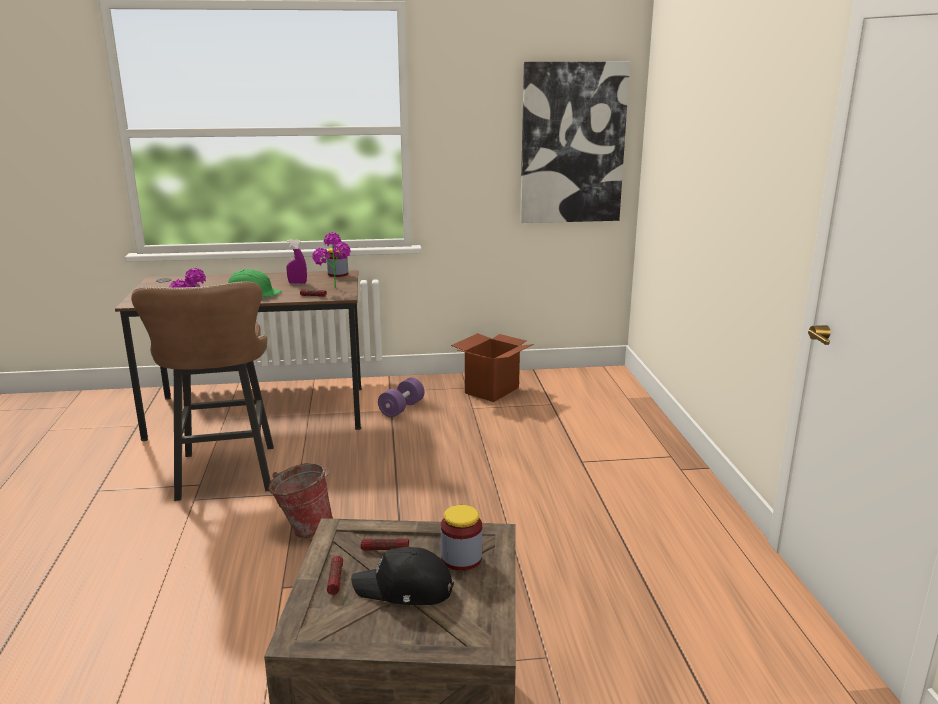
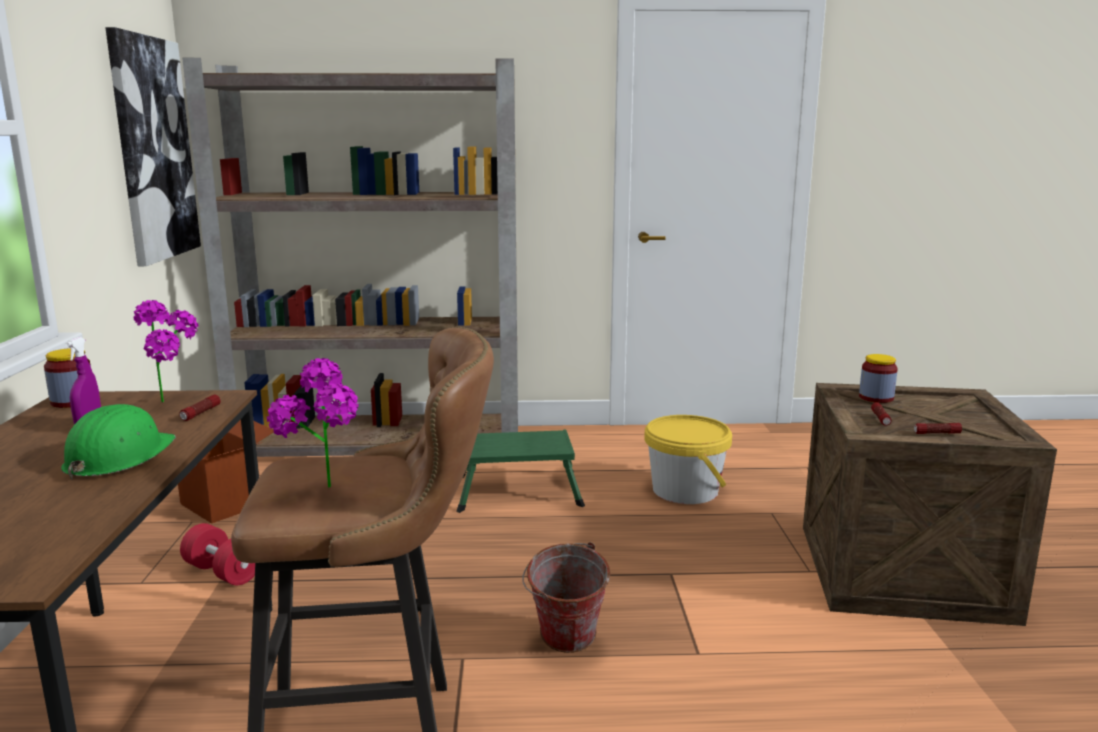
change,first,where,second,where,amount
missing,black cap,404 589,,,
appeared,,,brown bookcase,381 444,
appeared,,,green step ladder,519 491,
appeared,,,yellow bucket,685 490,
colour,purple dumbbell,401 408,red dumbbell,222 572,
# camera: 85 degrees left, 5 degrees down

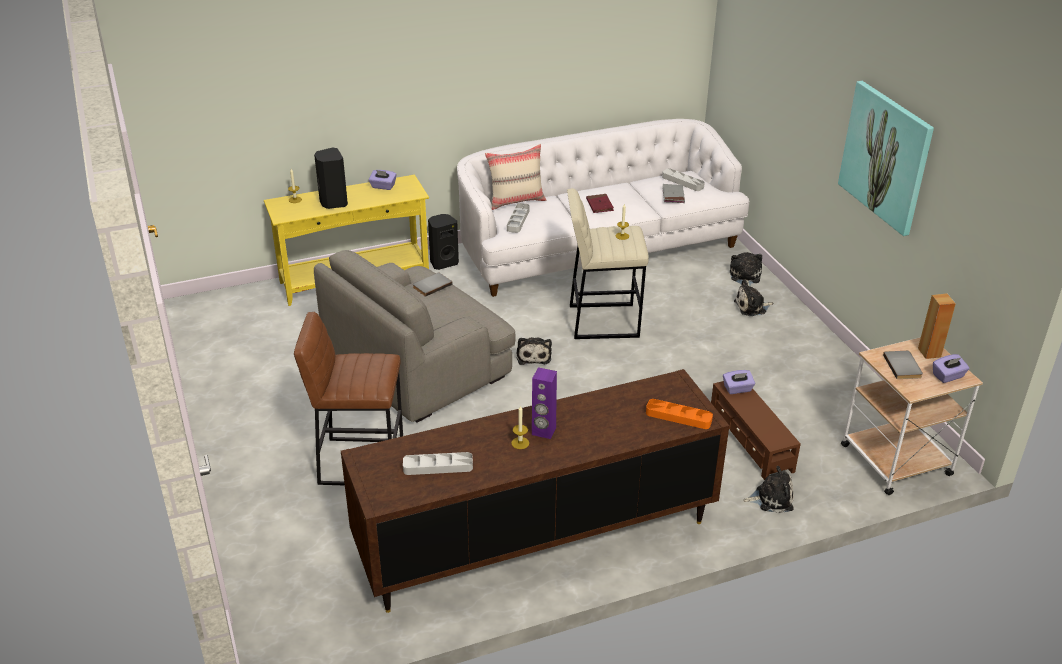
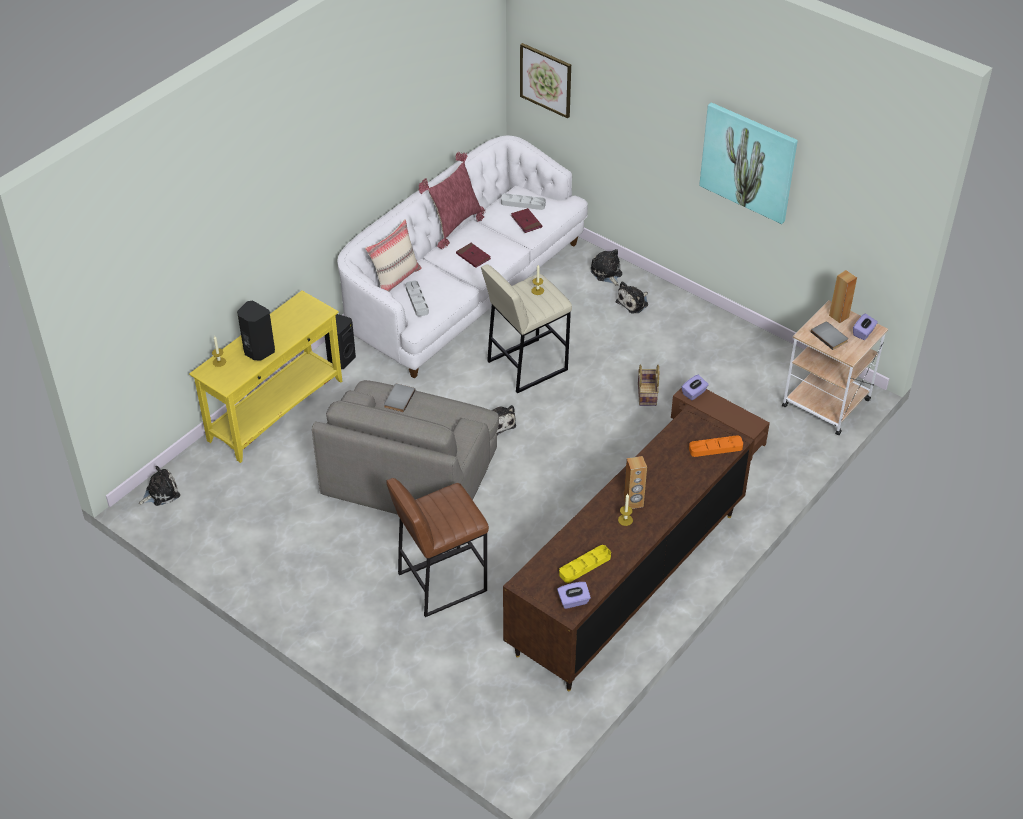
change,first,where,second,where,amount
appeared,,,red pillow,453 229,
appeared,,,picture,546 80,
appeared,,,basket,647 395,
relocated,purple tissue box,383 186,,573 601,
relocated,plush toy,771 498,,160 493,
colour,grey tray,438 466,yellow tray,585 566,
colour,purple speaker,543 431,brown speaker,633 503,
colour,grey book,673 195,red book,526 222,
# camera: 30 degrees left, 10 degrees up

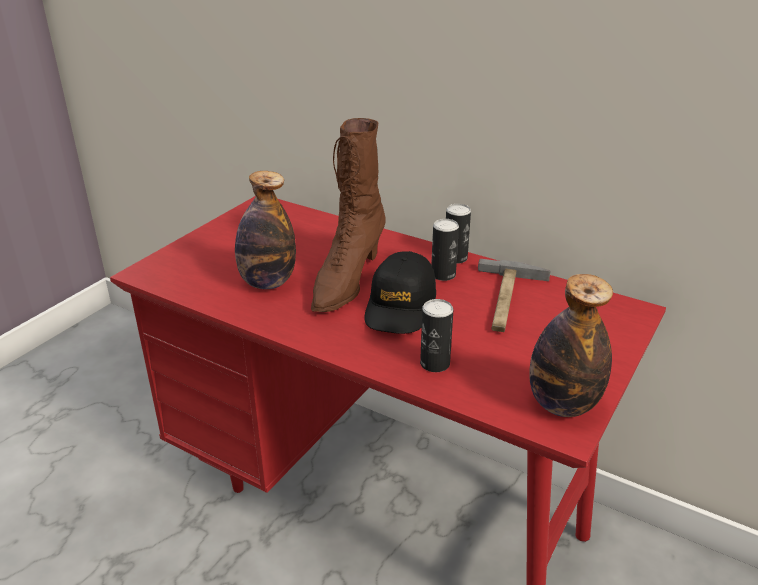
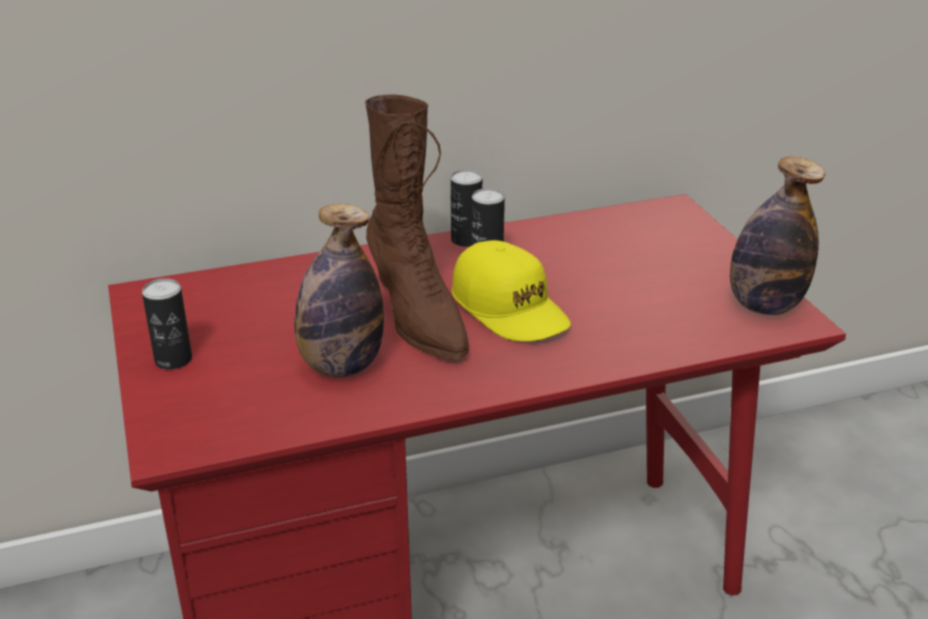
change,first,where,second,where,amount
missing,hammer,507 300,,,
relocated,can,435 364,,173 360,
colour,black cap,400 306,yellow cap,510 308,
# camera: 50 degrees left, 0 degrees up

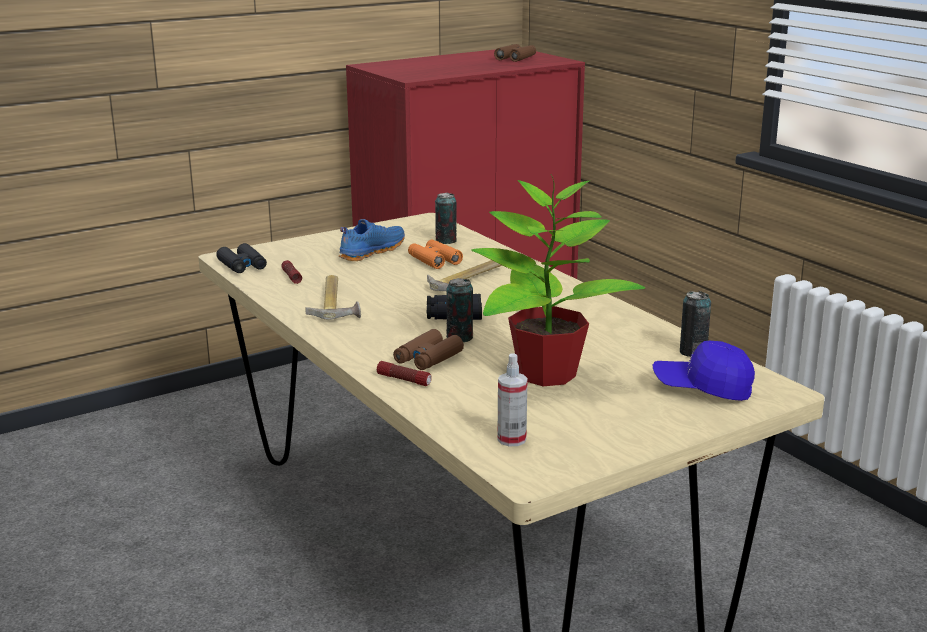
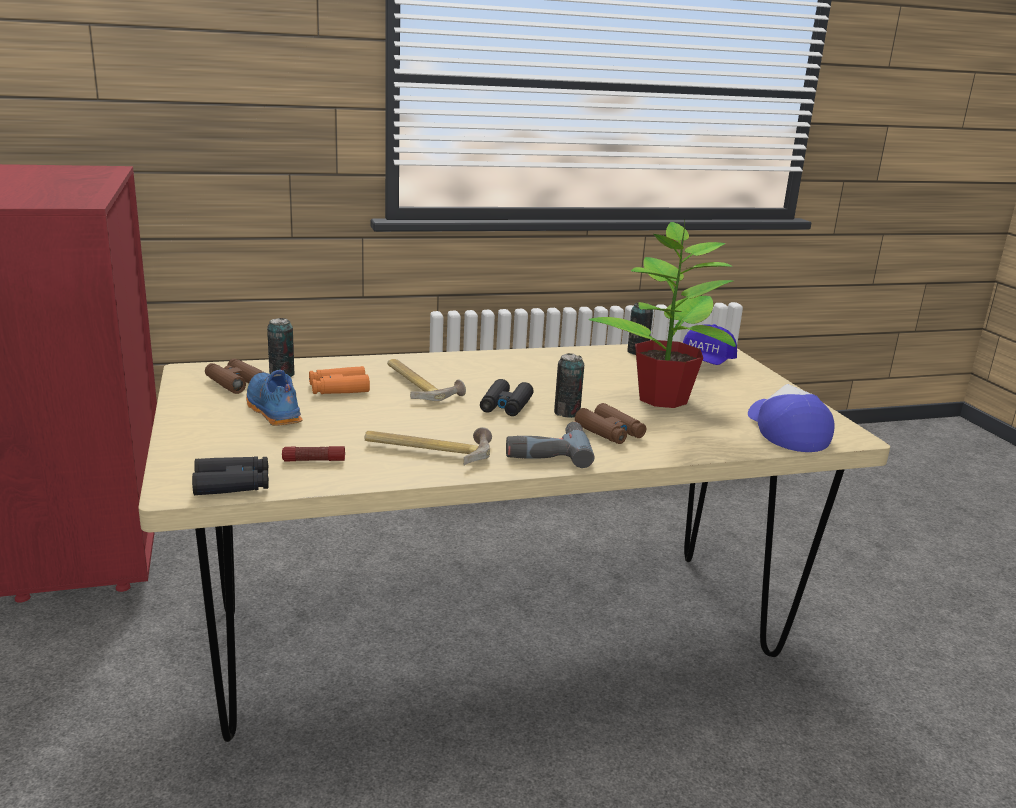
change,first,where,second,where,amount
missing,flashlight,404 380,,,
appeared,,,power drill,547 451,
relocated,brown binoculars,515 58,,236 383,
exchanged,spray bottle,511 439,cap,785 430,
# camera: 75 degrees left, 0 degrees up

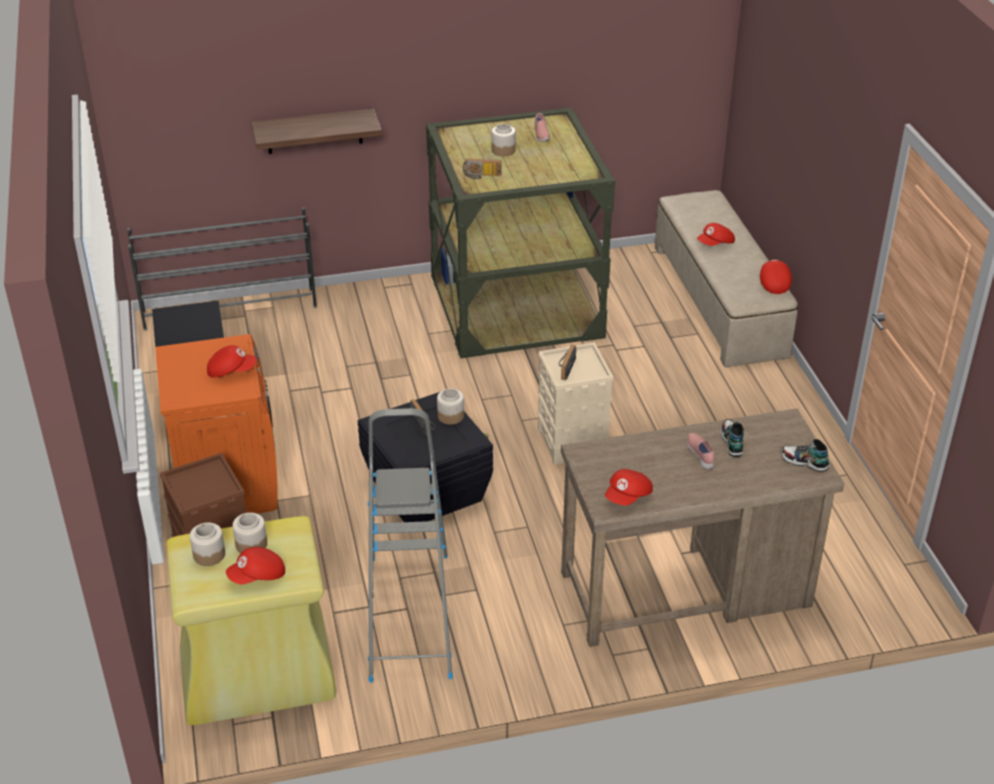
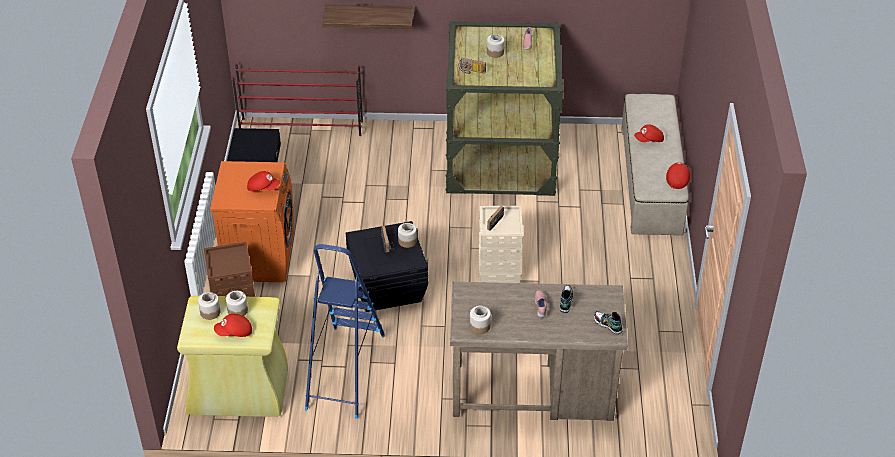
change,first,where,second,where,amount
exchanged,red cap,628 496,jar,480 326,
colour,grey shoe rack,230 309,red shoe rack,302 127,
colour,grey step ladder,409 614,blue step ladder,345 370,
# camera: 15 degrees right, 5 degrees up

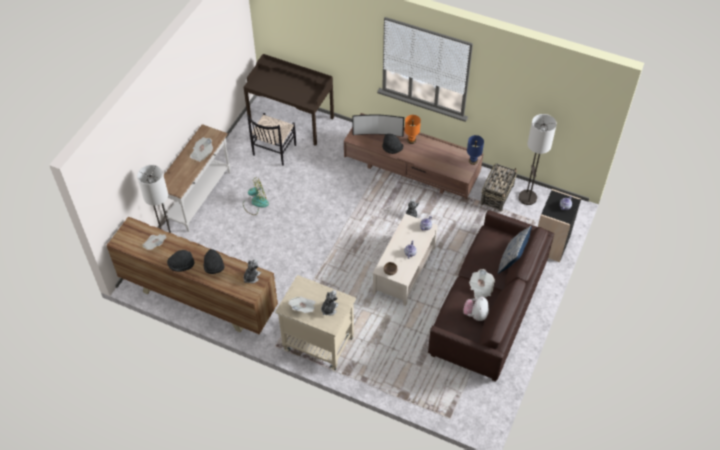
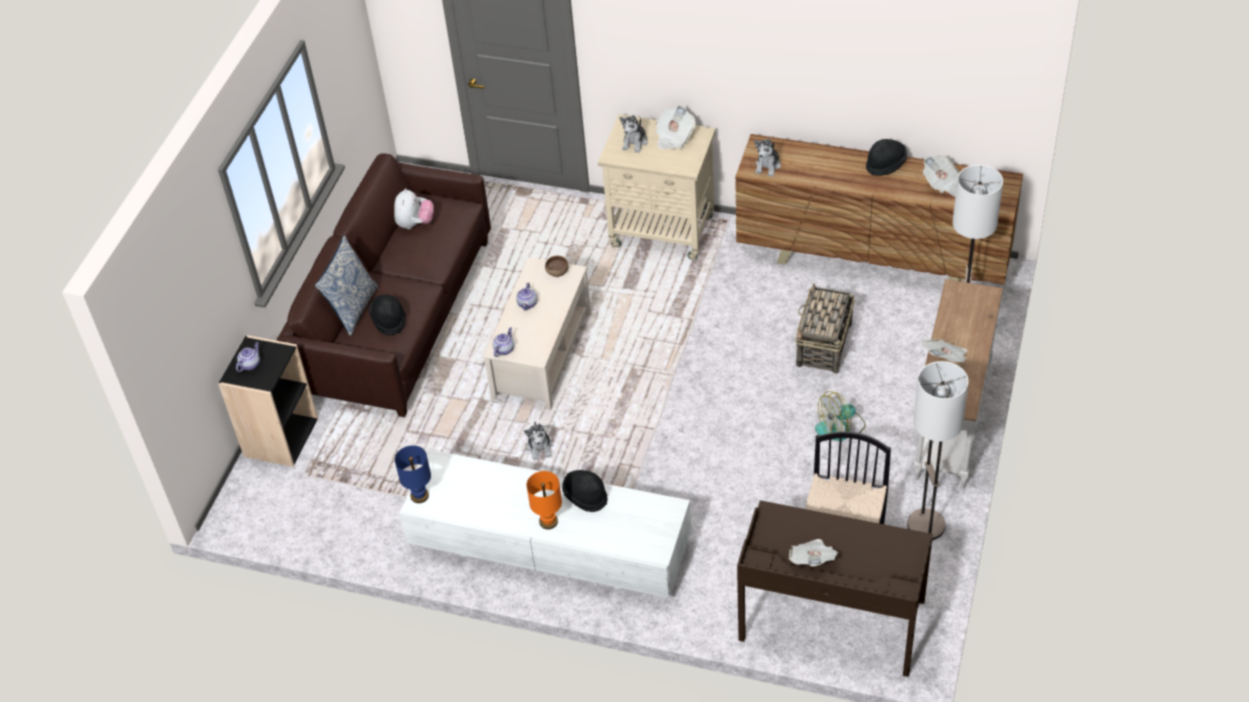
change,first,where,second,where,amount
missing,television,378 134,,,
relocated,black hat,214 267,,389 320,
relocated,newspaper,480 288,,812 560,
relocated,basket,497 194,,823 345,
relocated,floor lamp,527 197,,925 525,
colour,brown tv stand,412 167,white tv stand,549 546,
# camera: 175 degrees right, 5 degrees down

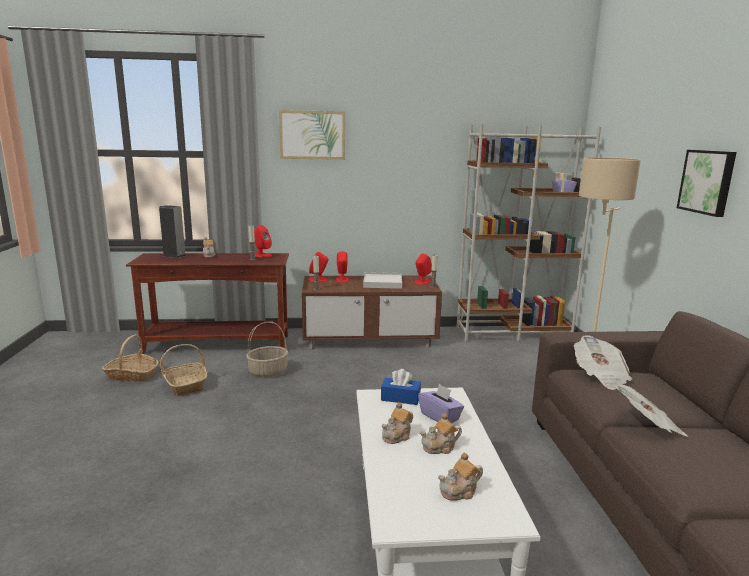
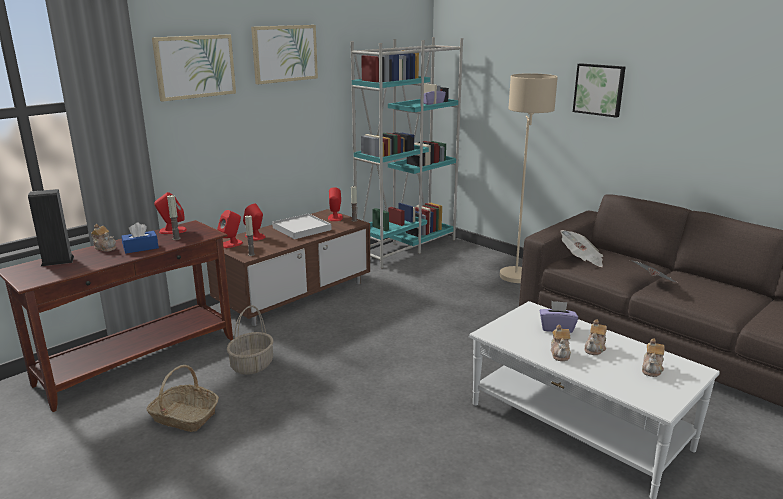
change,first,where,second,where,amount
missing,basket,132 375,,,
appeared,,,picture,284 53,
relocated,blue tissue box,400 398,,141 248,
colour,brown bookcase,513 334,turquoise bookcase,407 248,
# camera: 40 degrees left, 5 degrees up

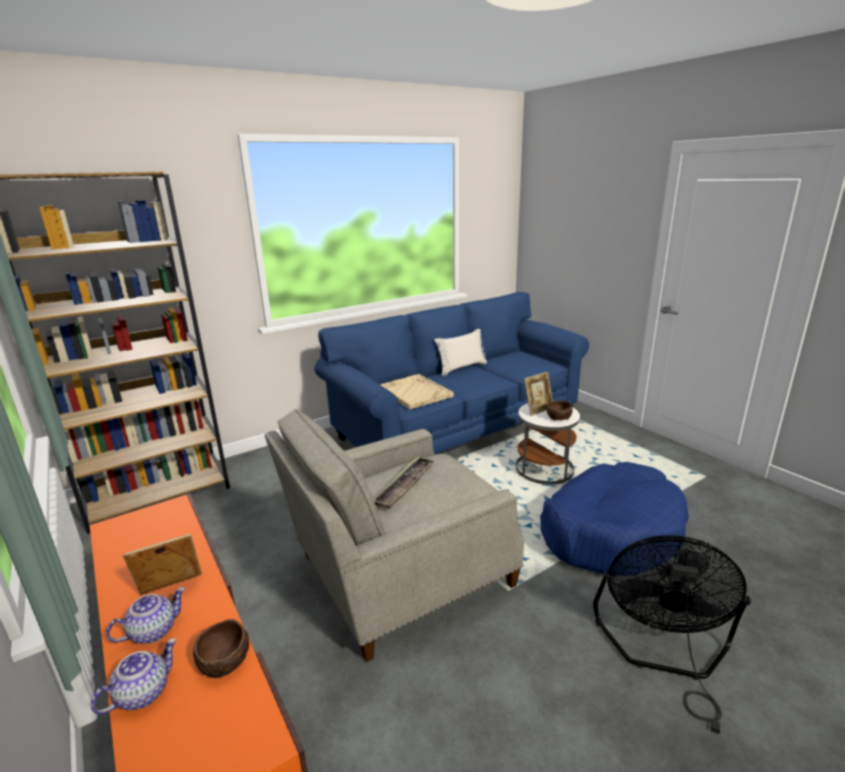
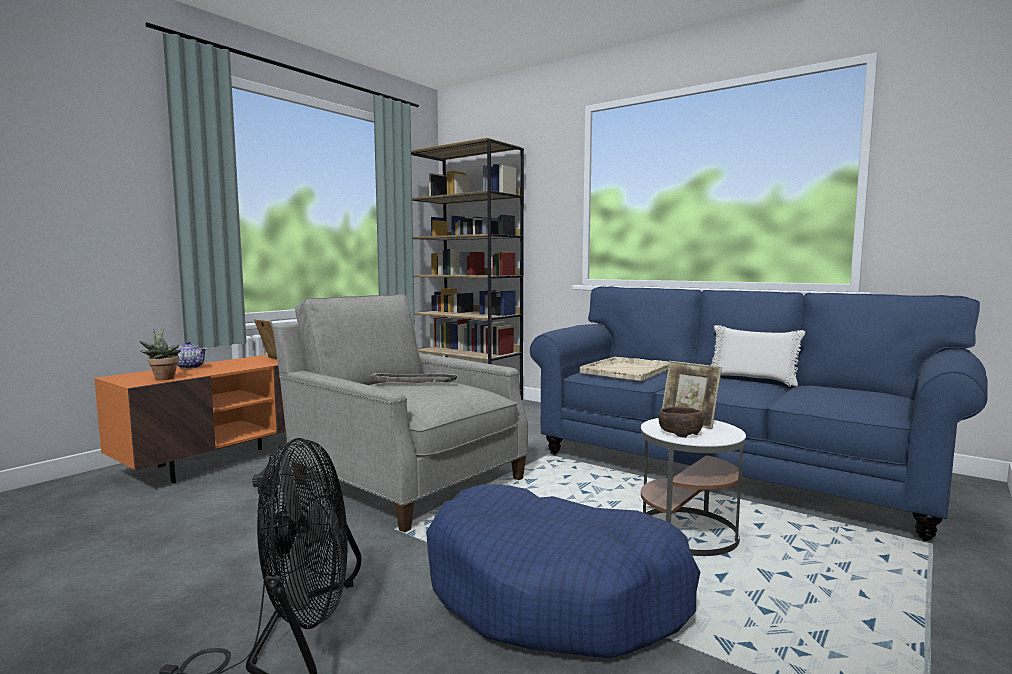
change,first,where,second,where,amount
missing,teapot,152 631,,,
missing,brown bowl,224 662,,,
appeared,,,potted plant,163 378,
# camera: 70 degrees right, 15 degrees down

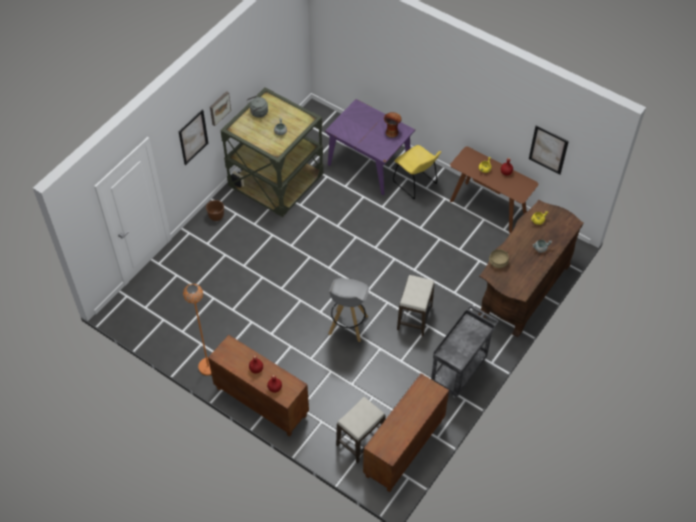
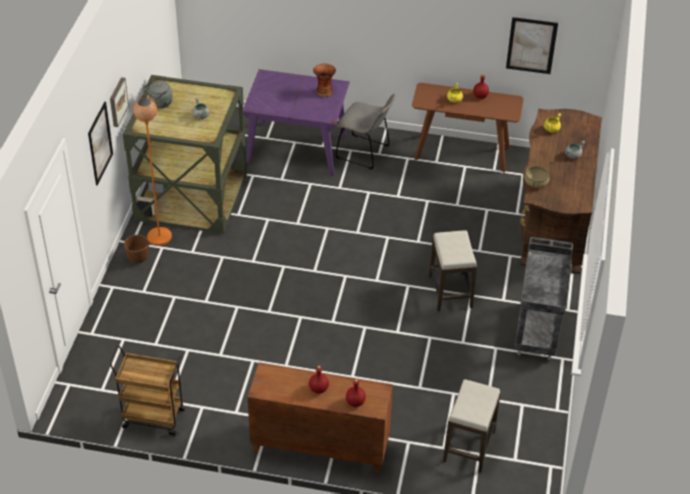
change,first,where,second,where,amount
missing,grey stool,347 326,,,
missing,brown cabinet,404 449,,,
appeared,,,brown cart,153 419,
relocated,orange floor lamp,208 367,,159 237,
colour,yellow chair,416 184,grey chair,365 153,
# camera: 25 degrees left, 10 degrees down

